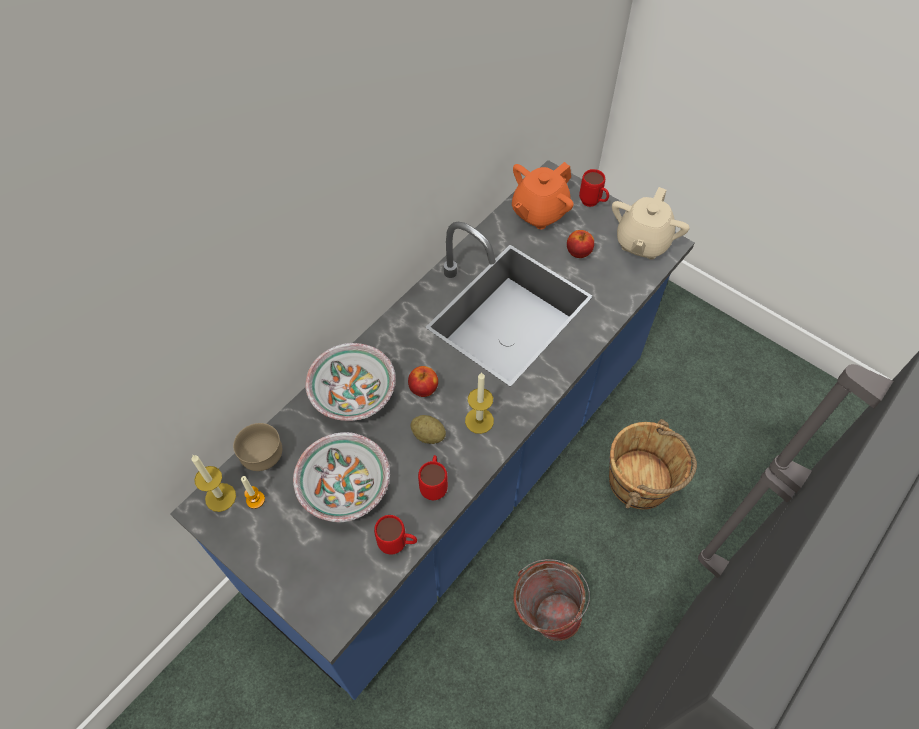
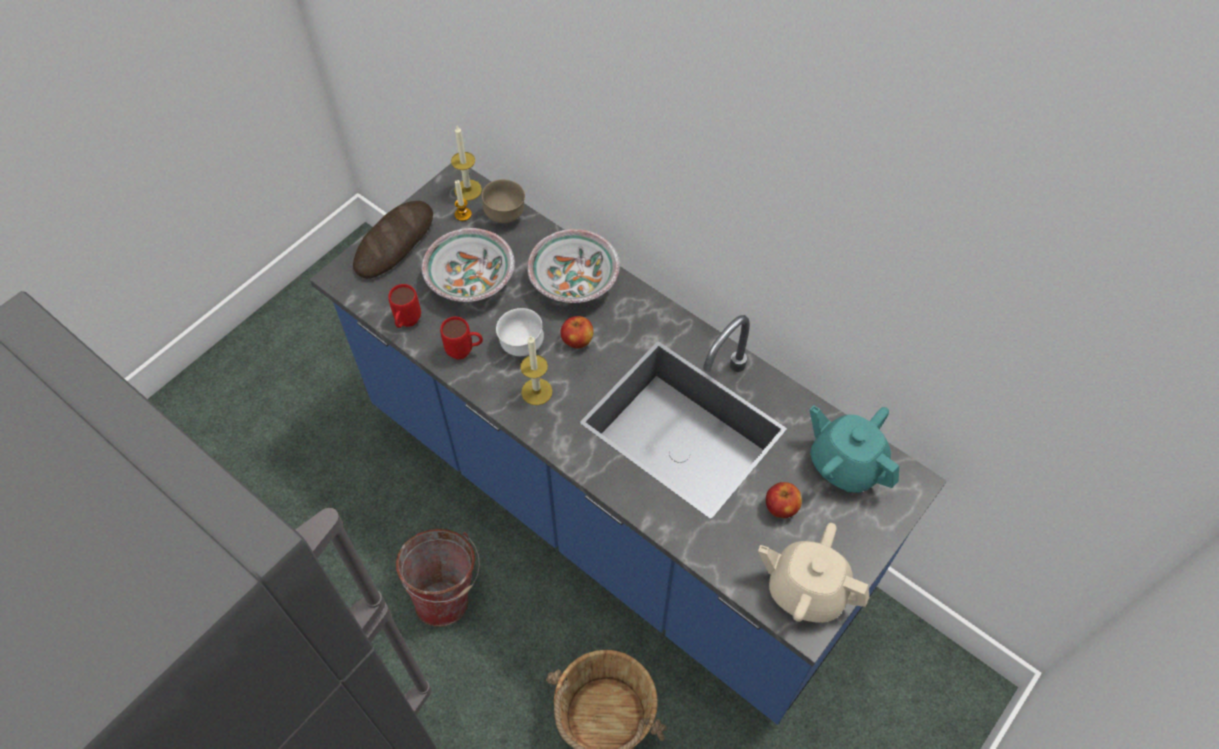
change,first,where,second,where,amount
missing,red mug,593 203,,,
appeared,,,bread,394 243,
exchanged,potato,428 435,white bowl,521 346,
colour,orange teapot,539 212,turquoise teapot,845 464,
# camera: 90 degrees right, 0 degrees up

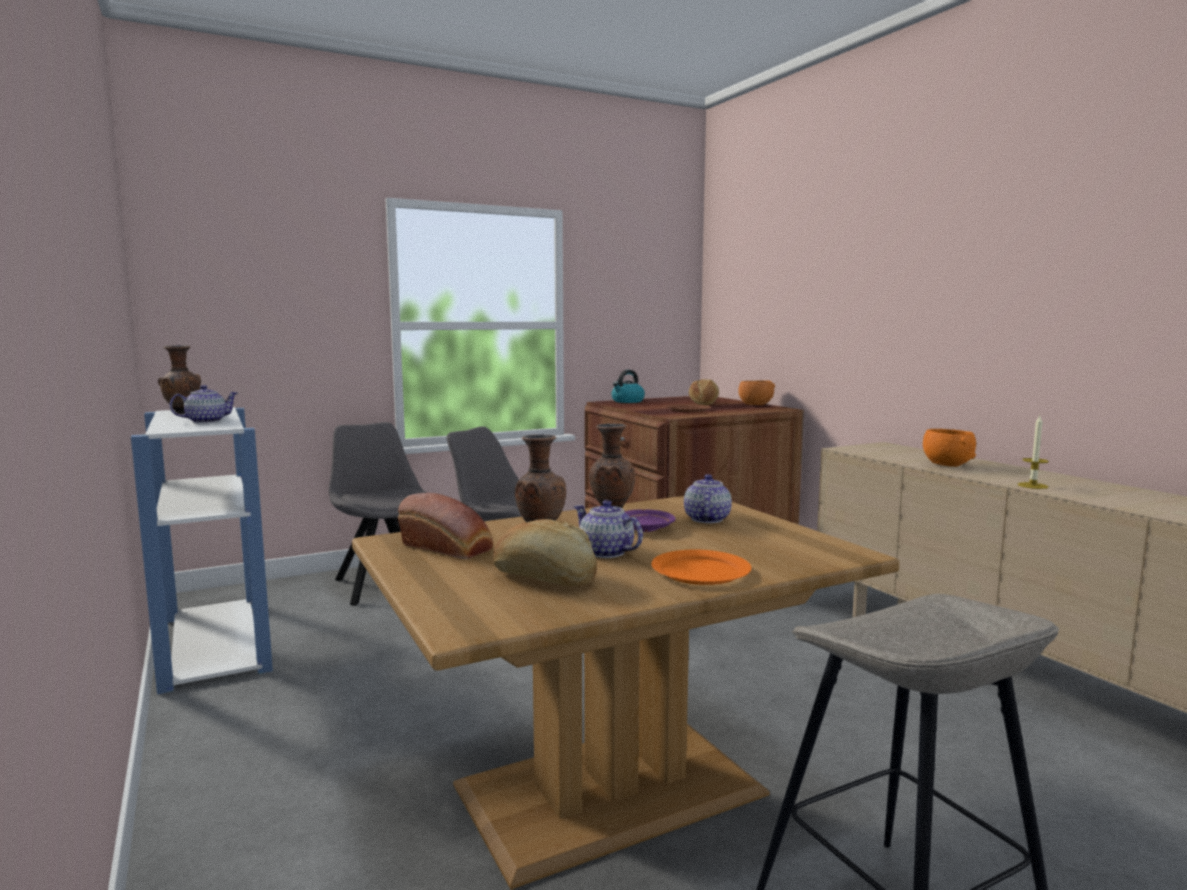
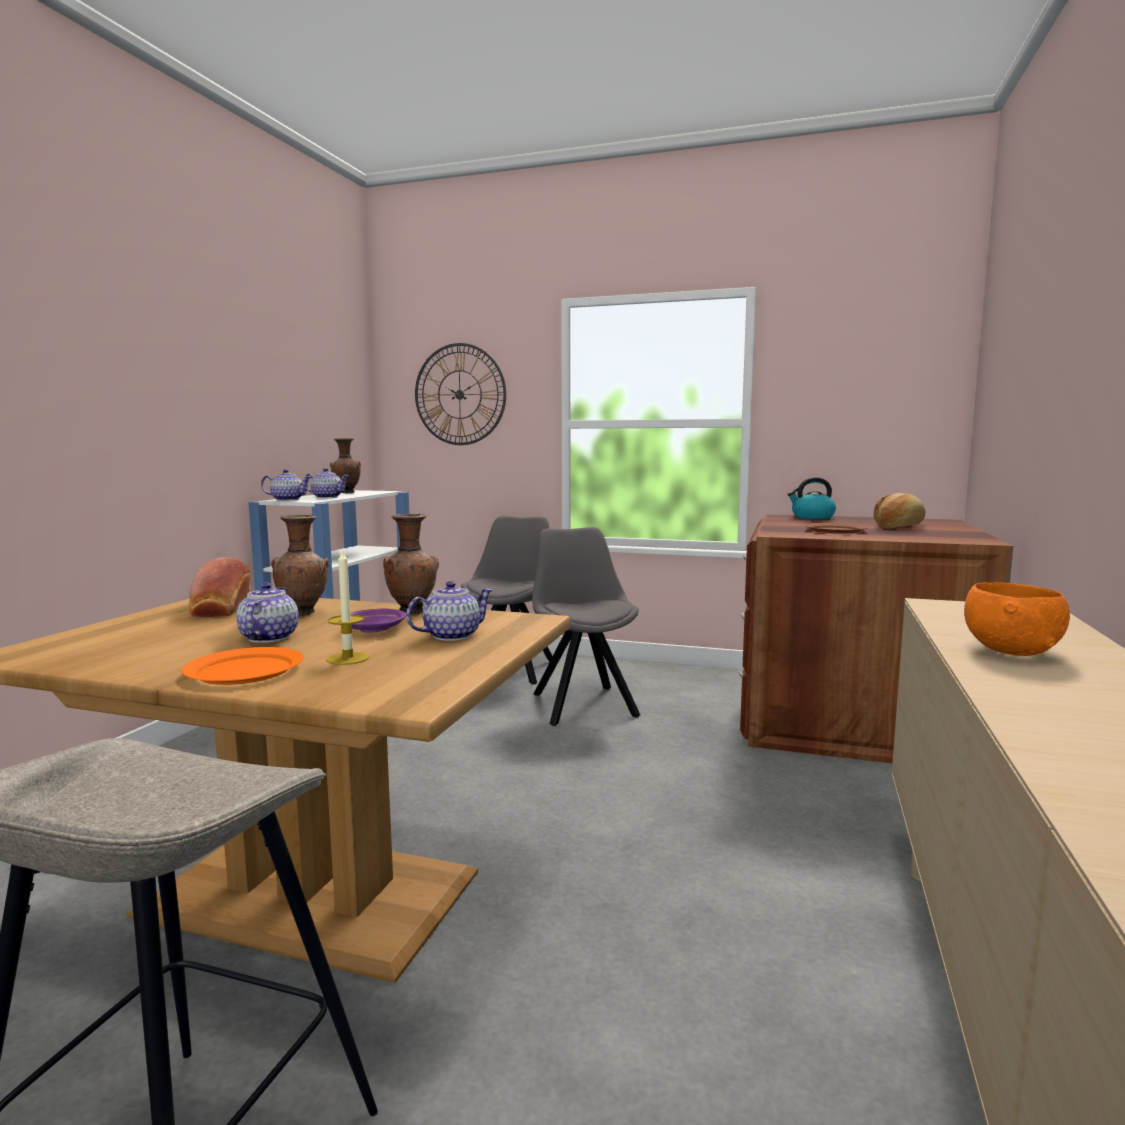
change,first,where,second,where,amount
missing,bread,545 579,,,
missing,orange bowl,755 405,,,
appeared,,,teapot,287 499,
appeared,,,wall clock,460 394,
relocated,candle,1032 486,,348 658,
# camera: 45 degrees right, 0 degrees up

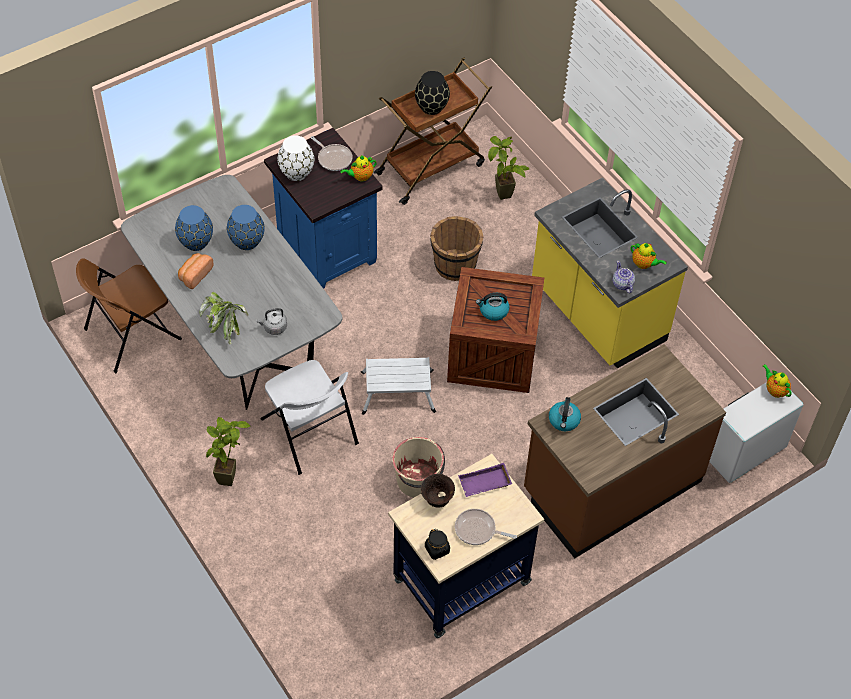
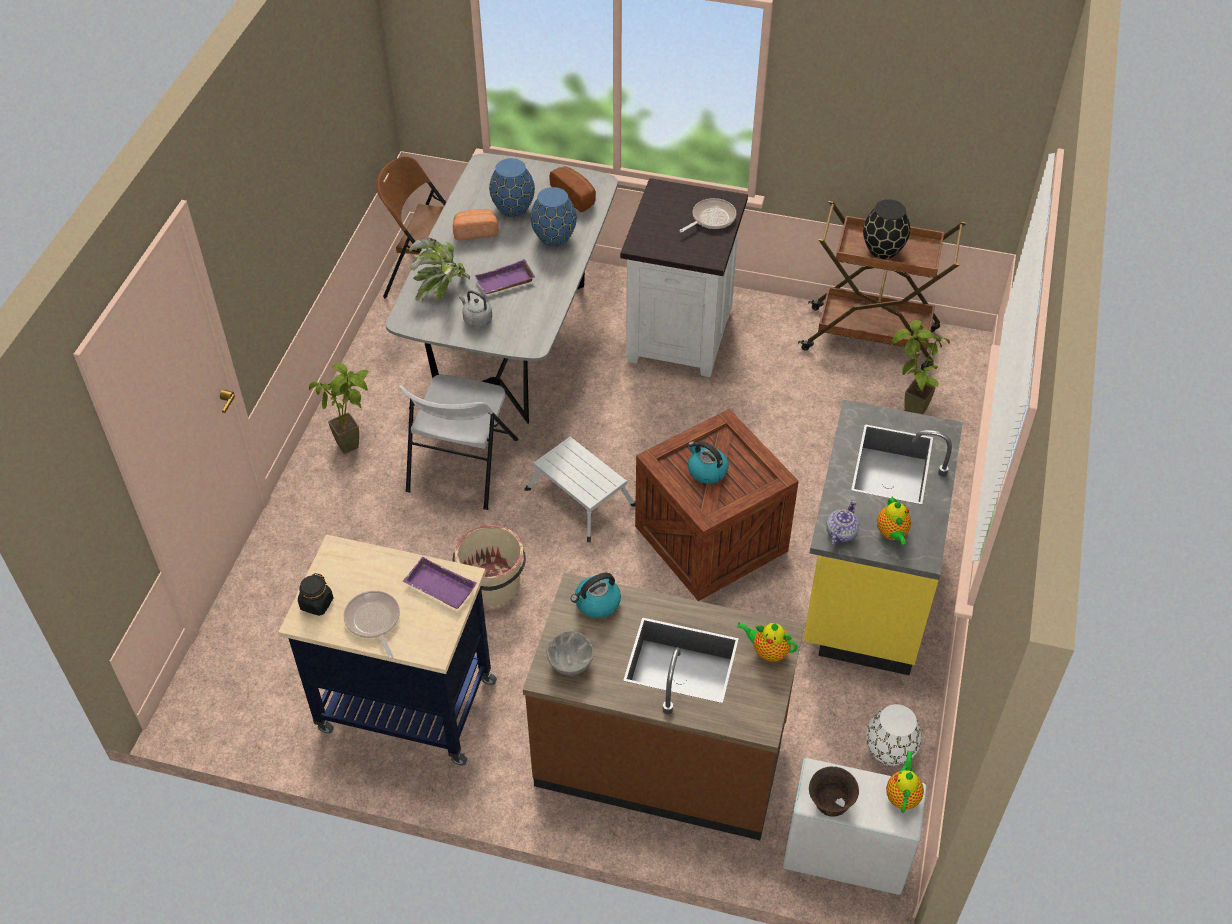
change,first,where,second,where,amount
missing,brown bucket,455 265,,,
appeared,,,purple tray,505 283,
appeared,,,grey bowl,569 662,
appeared,,,bread,575 196,
relocated,white vase,297 172,,889 752,
relocated,teapot,360 177,,768 651,
relocated,brown bowl,437 500,,830 805,
colour,blue cabinet,326 249,white cabinet,681 334,
spun,frying pan,333 158,,711 218,135 degrees counterclockwise
# camera: 50 degrees right, 5 degrees down

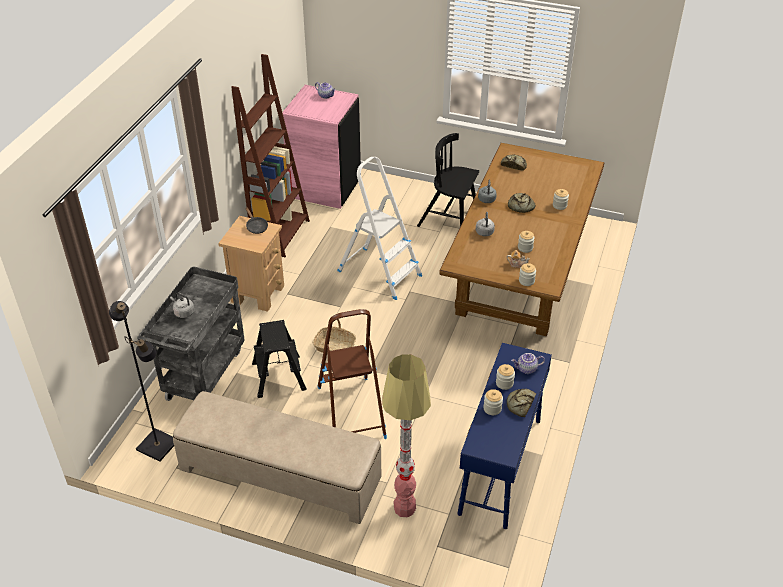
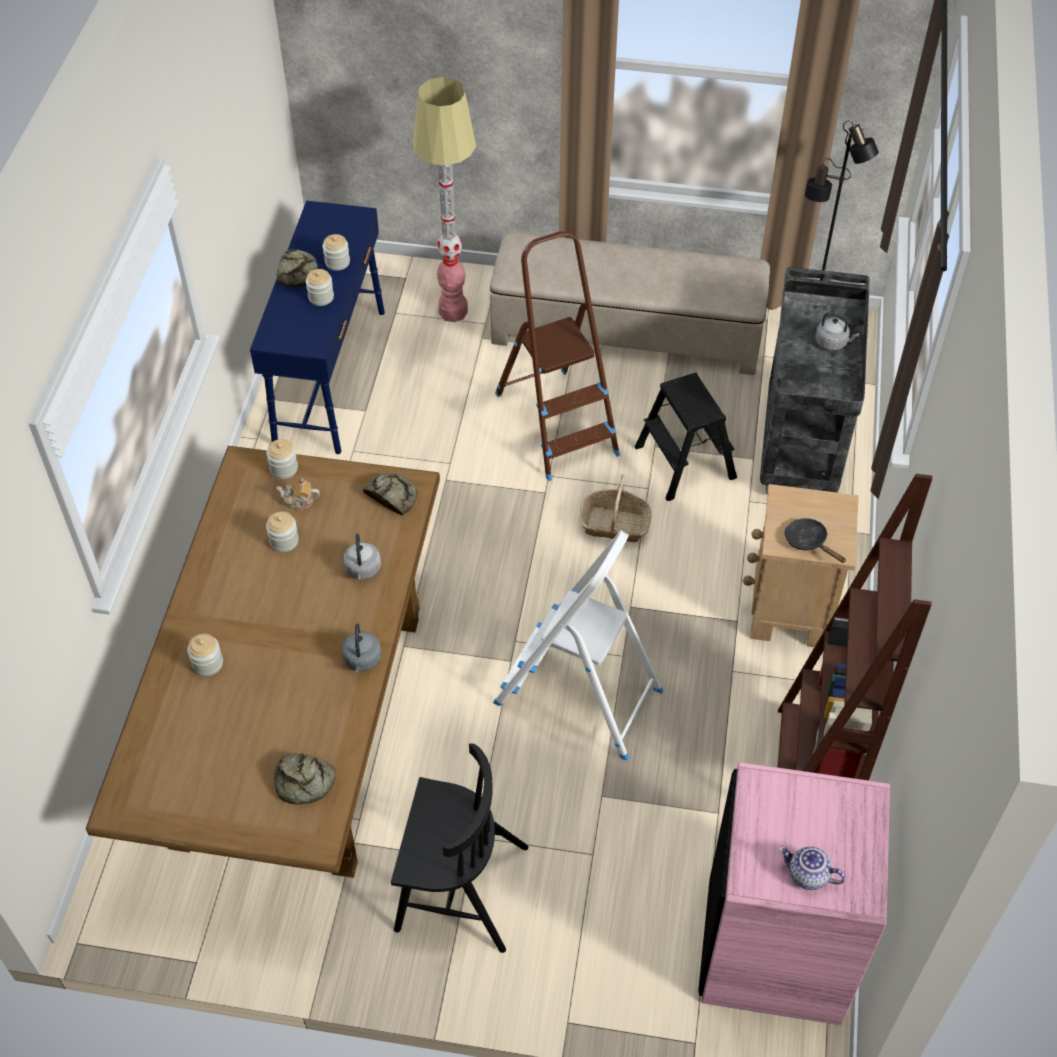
change,first,where,second,where,amount
missing,teapot,526 369,,,
relocated,bread,520 206,,392 496,
# camera: 170 degrees right, 10 degrees up

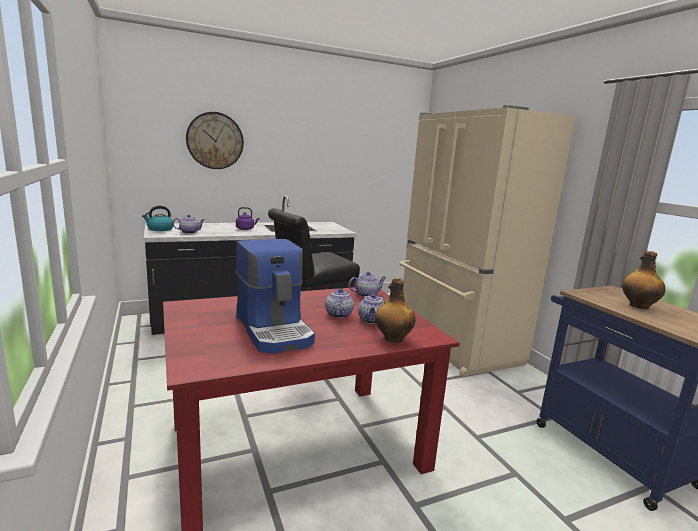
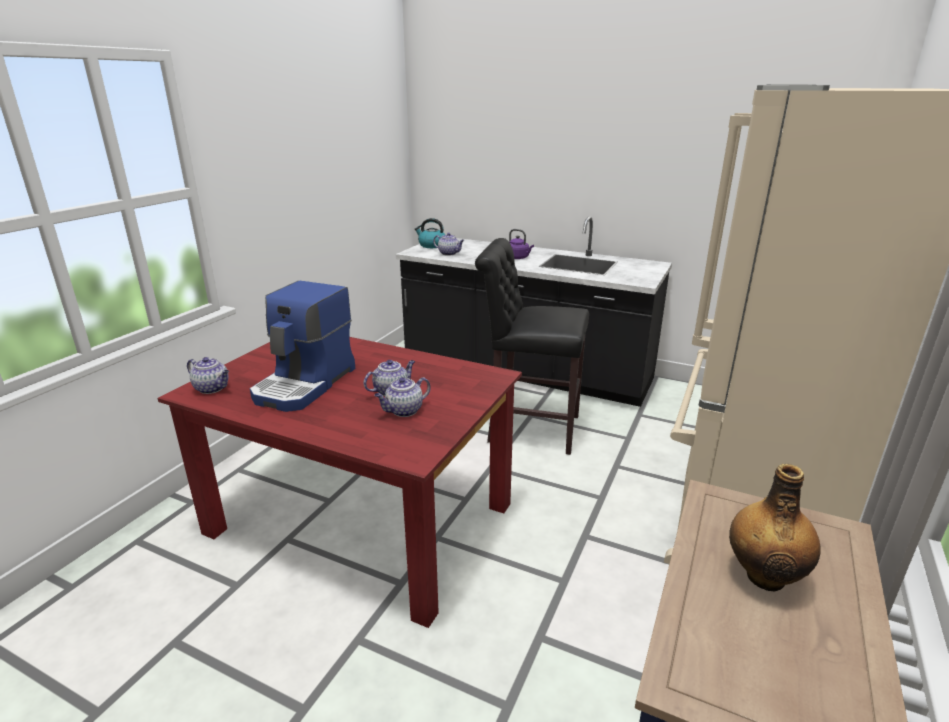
change,first,where,second,where,amount
missing,wall clock,215 141,,,
missing,bottle,393 339,,,
relocated,teapot,367 294,,213 388,
# camera: 50 degrees right, 10 degrees up

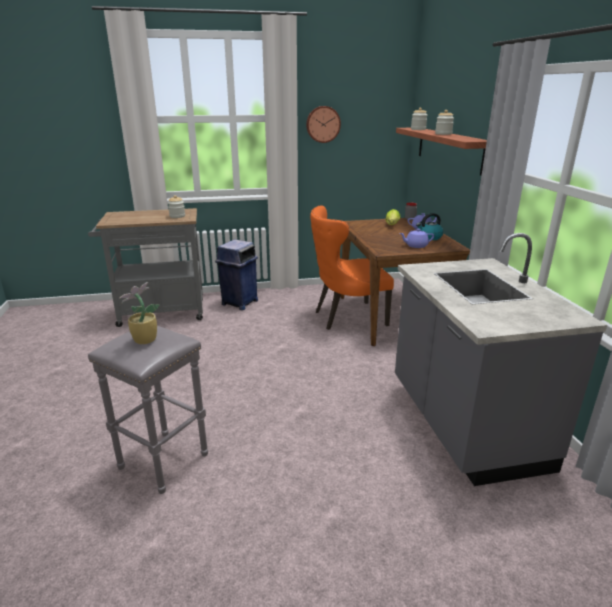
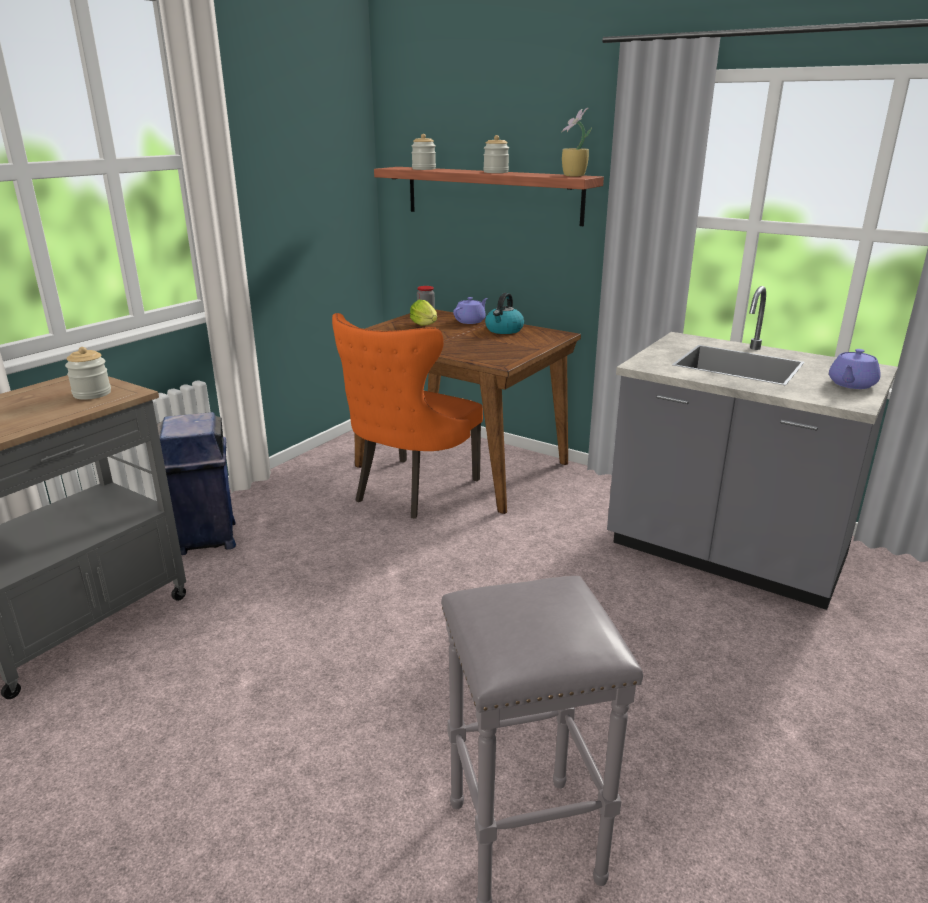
change,first,where,second,where,amount
missing,wall clock,323 124,,,
relocated,potted plant,144 340,,574 176,
relocated,purple teapot,415 246,,851 384,
# camera: 45 degrees left, 0 degrees up

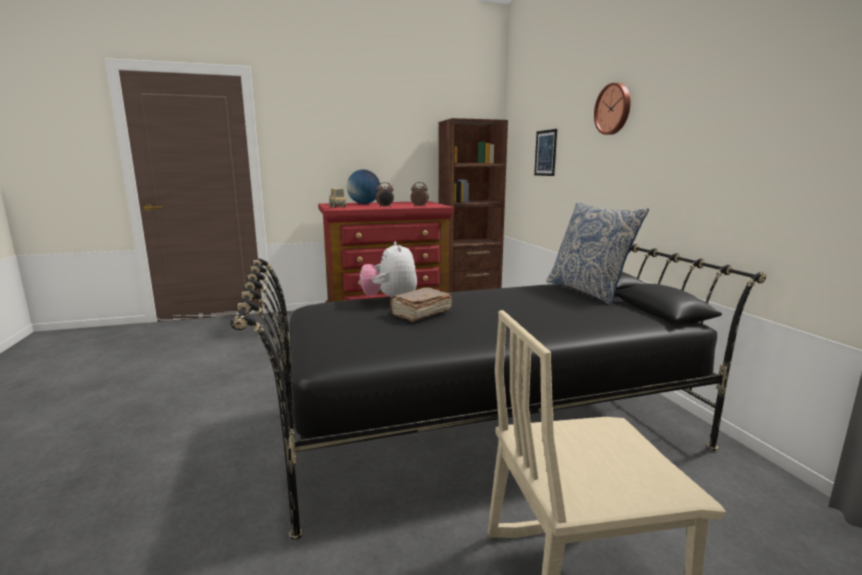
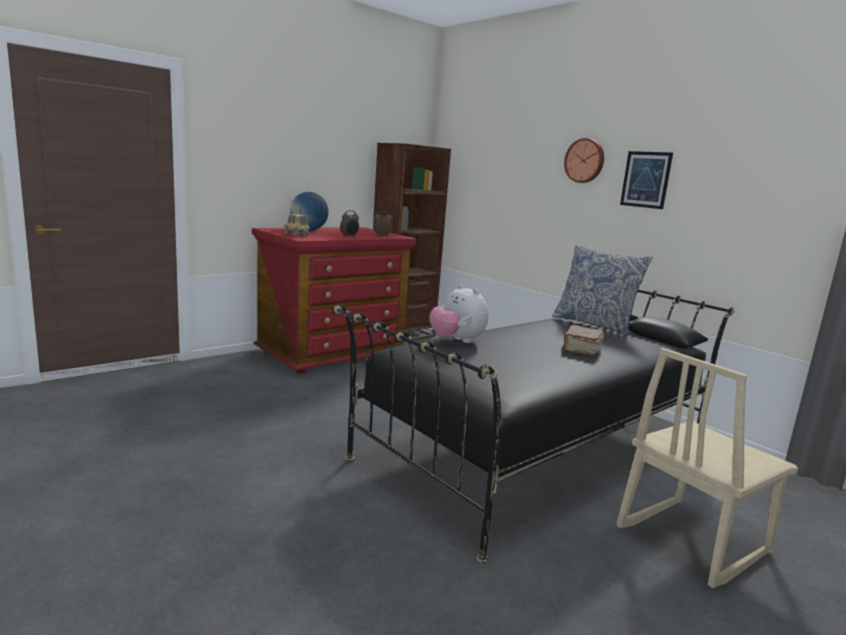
change,first,where,second,where,amount
relocated,brown book,420 314,,581 348,
relocated,picture,545 153,,645 179,
# camera: 25 degrees left, 0 degrees up

